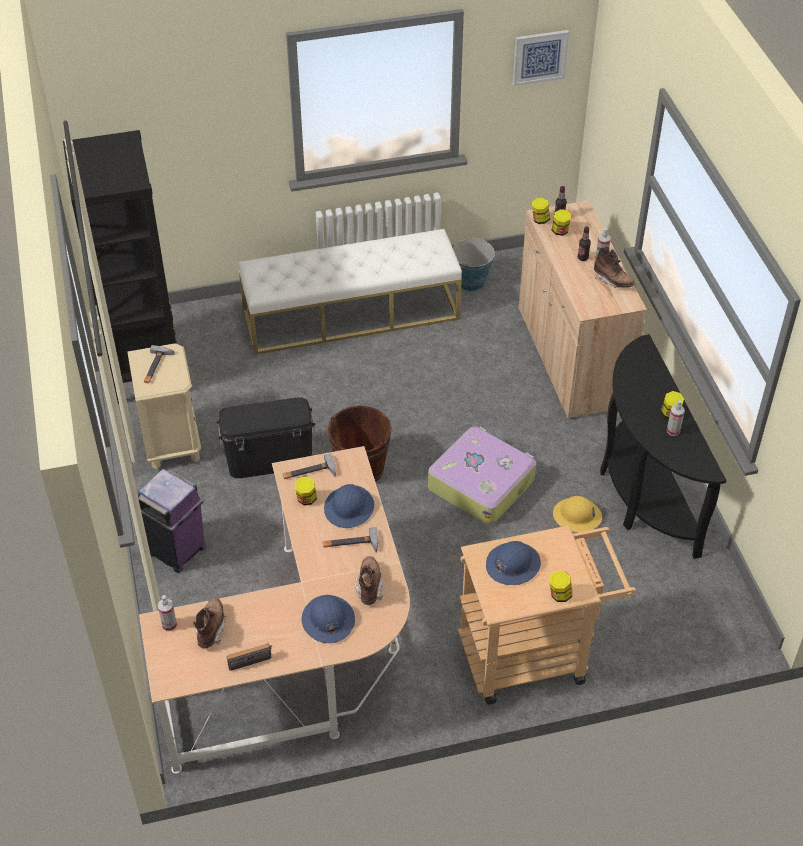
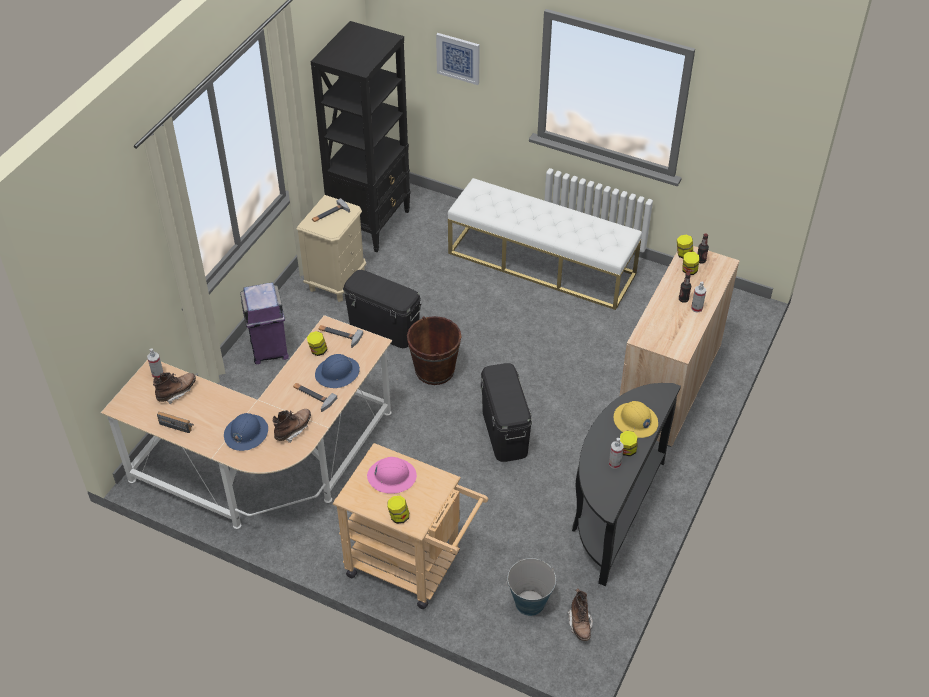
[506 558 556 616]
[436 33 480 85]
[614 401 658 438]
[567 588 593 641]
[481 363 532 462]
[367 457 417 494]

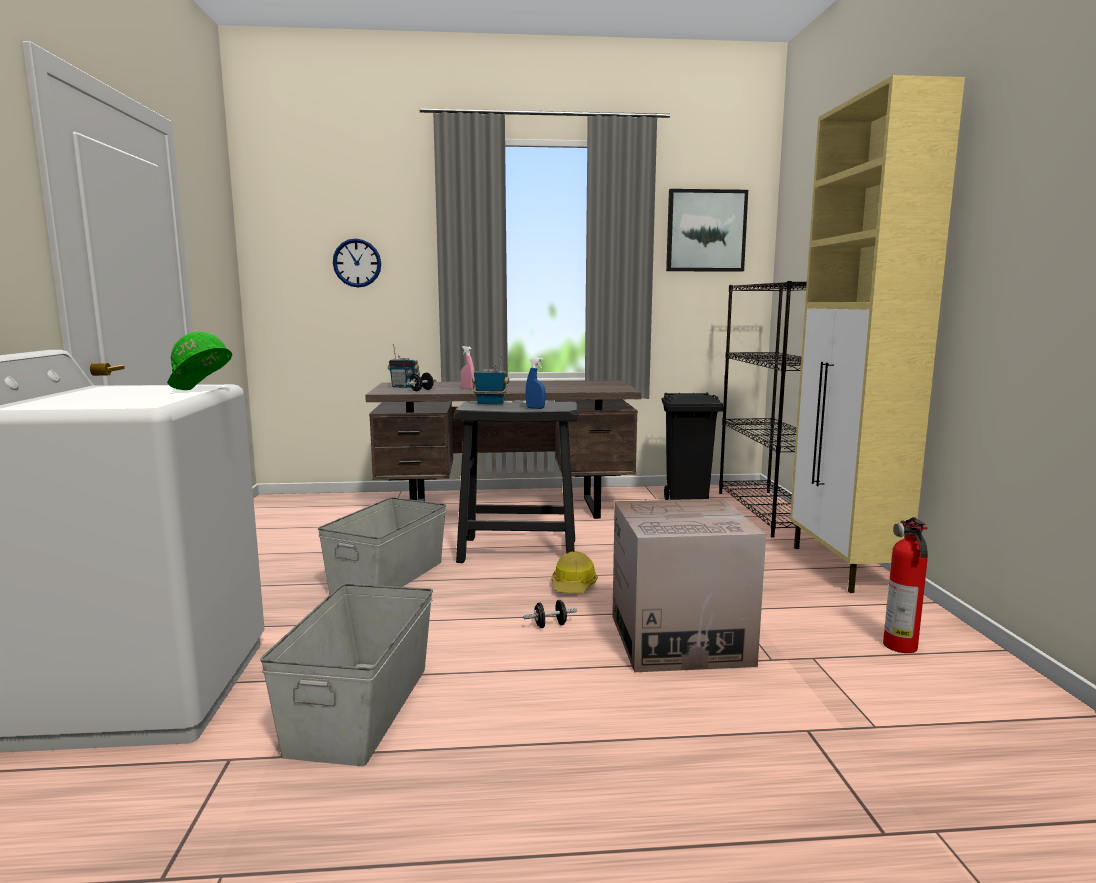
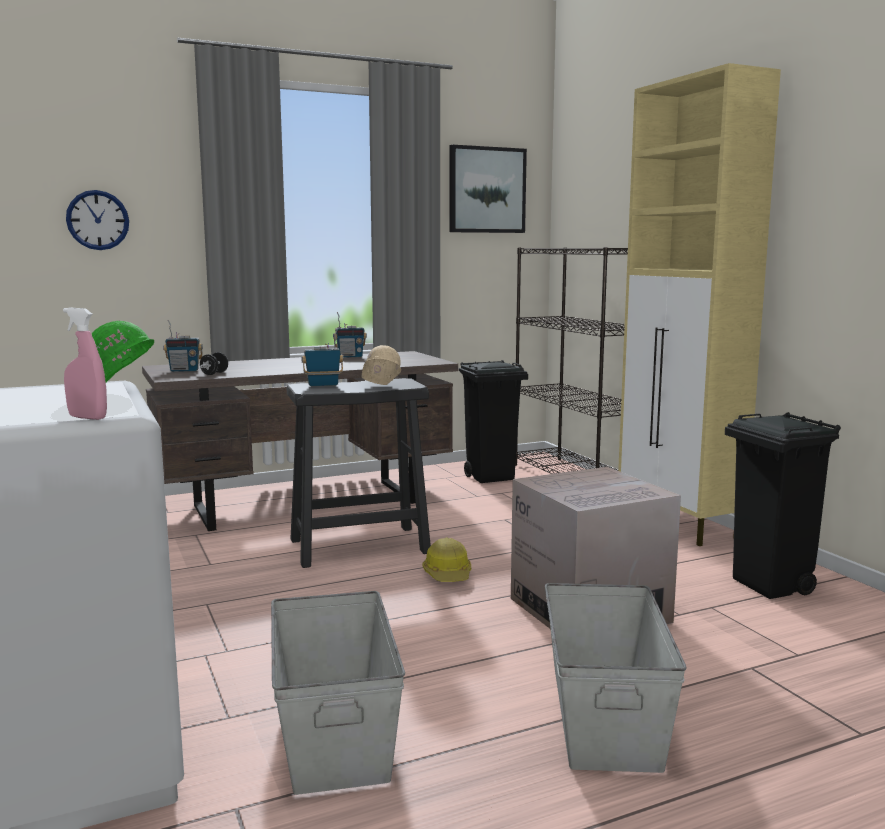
[524 600 577 628] (first image)
[333 312 367 358]
[545 583 687 773]
[63 307 107 420]
[362 345 401 385]
[725 412 841 599]

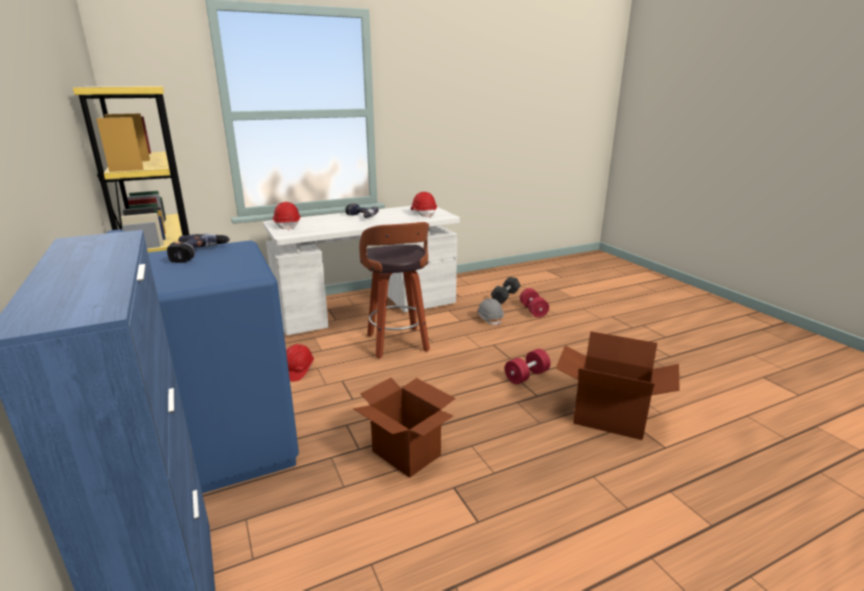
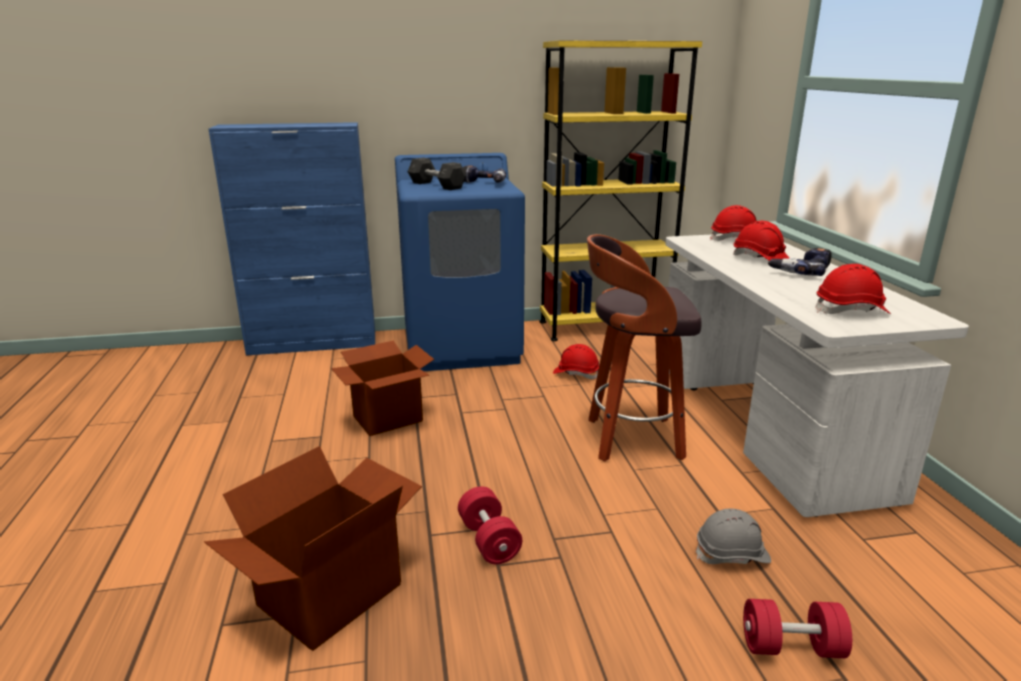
[733 221 789 261]
[408 158 466 190]

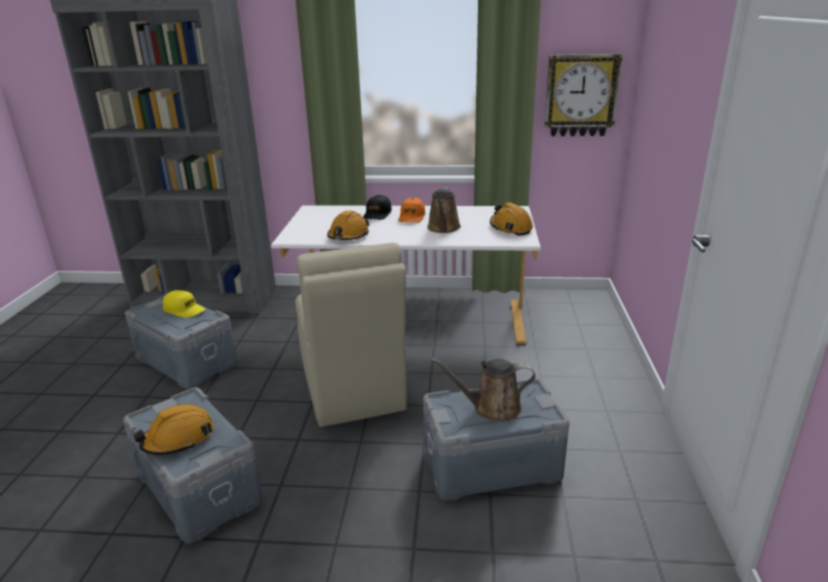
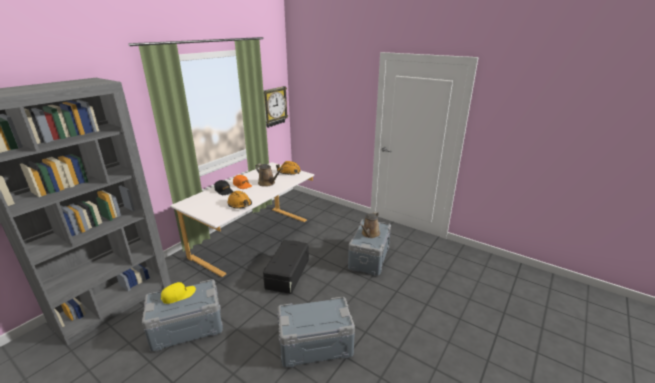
[133 404 214 455] (first image)
[263 240 309 294]

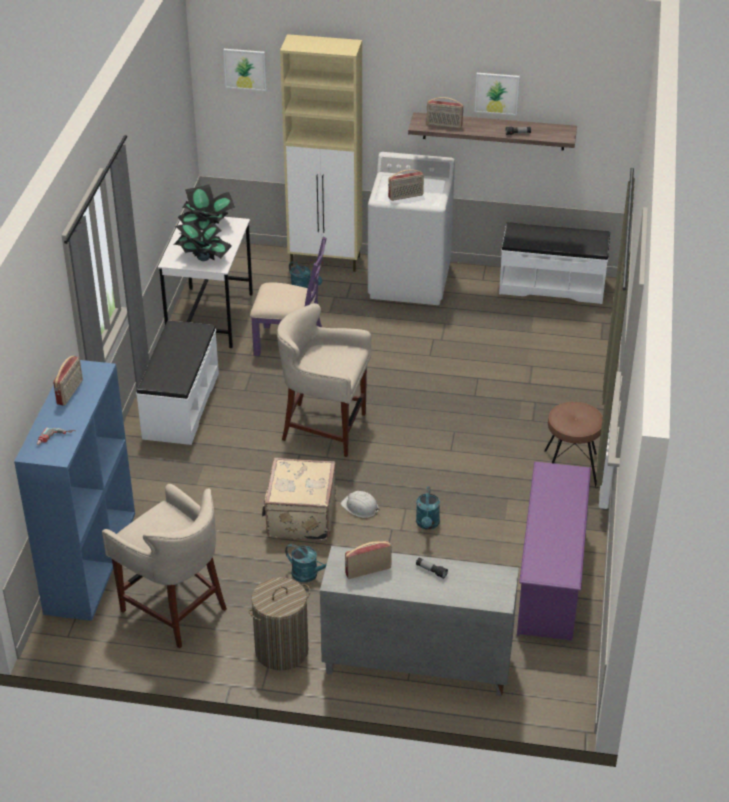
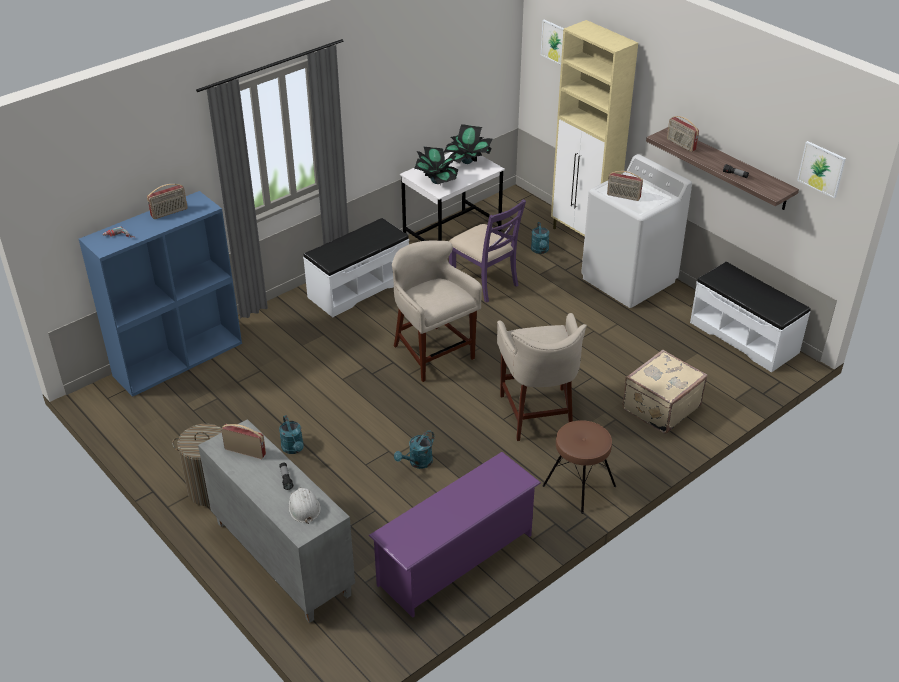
[497 313 587 441]
[623 349 708 434]
[289 487 321 524]
[797 141 846 198]

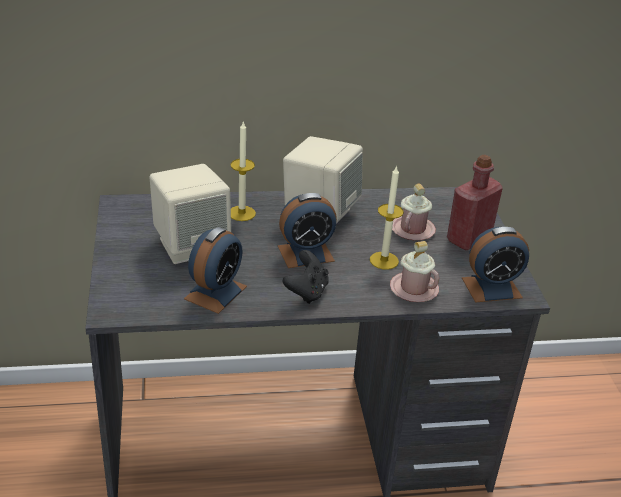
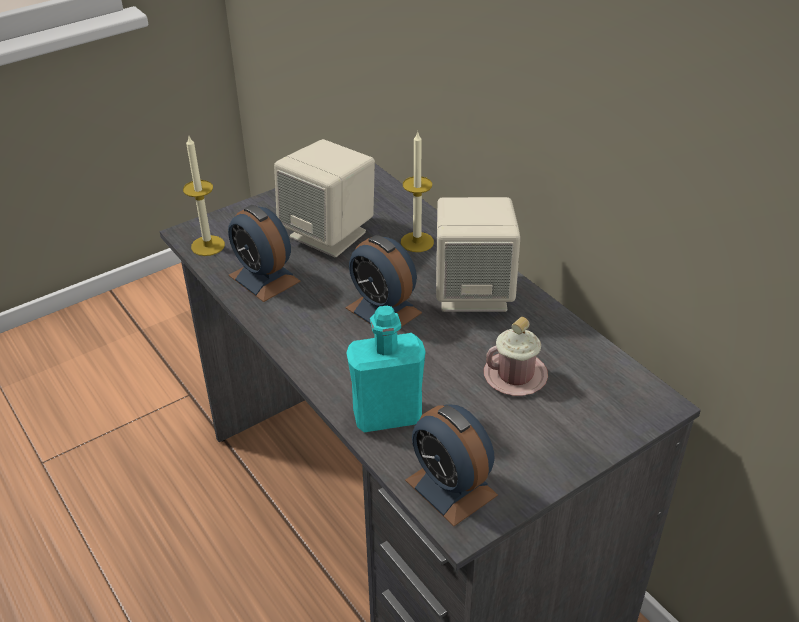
[283 250 329 304] (first image)
[447 155 503 250] (first image)
[183 136 225 256]
[346 306 426 433]
[228 205 301 302]

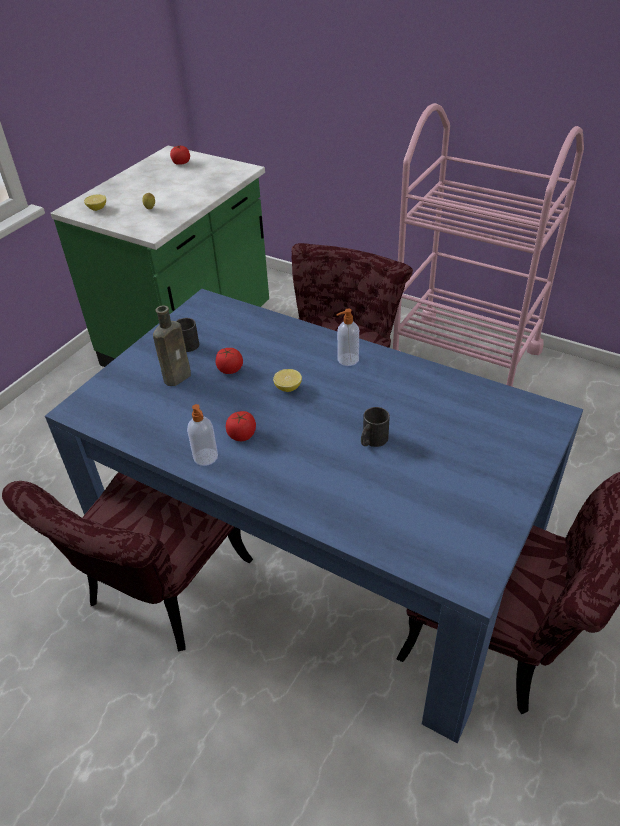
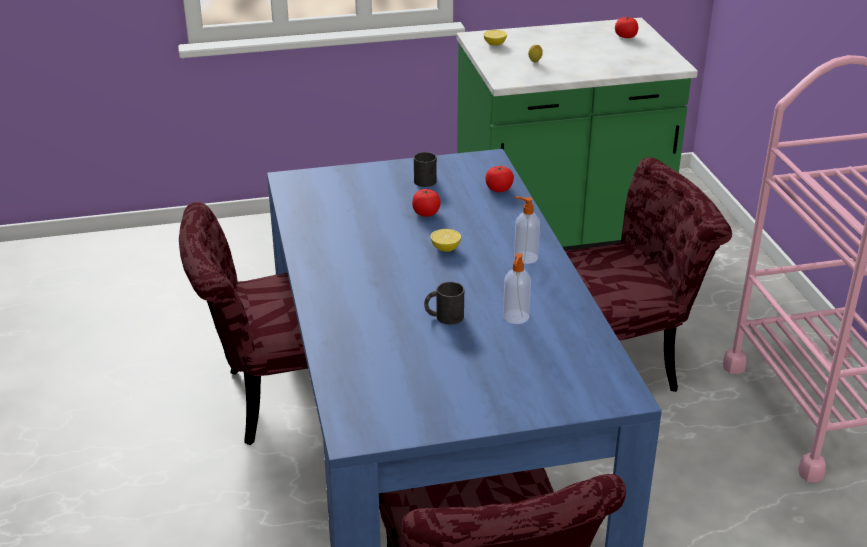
[153 306 191 386] (first image)
[503 253 531 324]
[485 166 514 192]

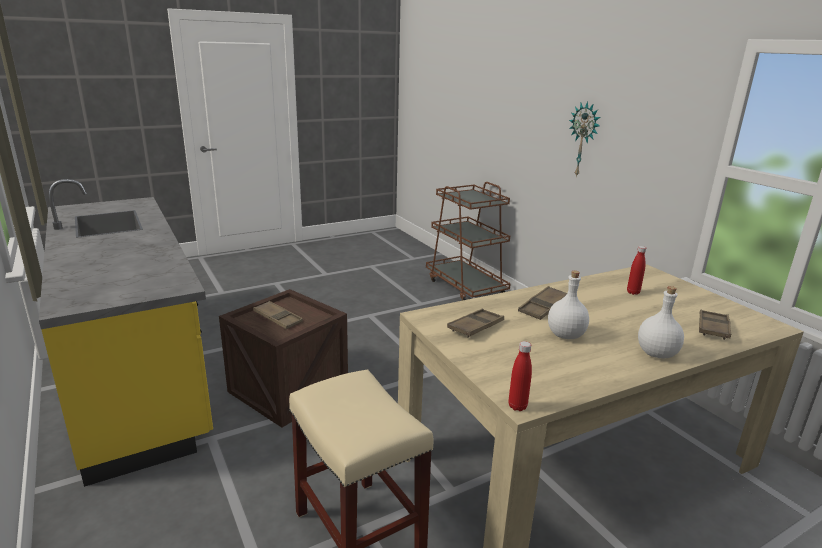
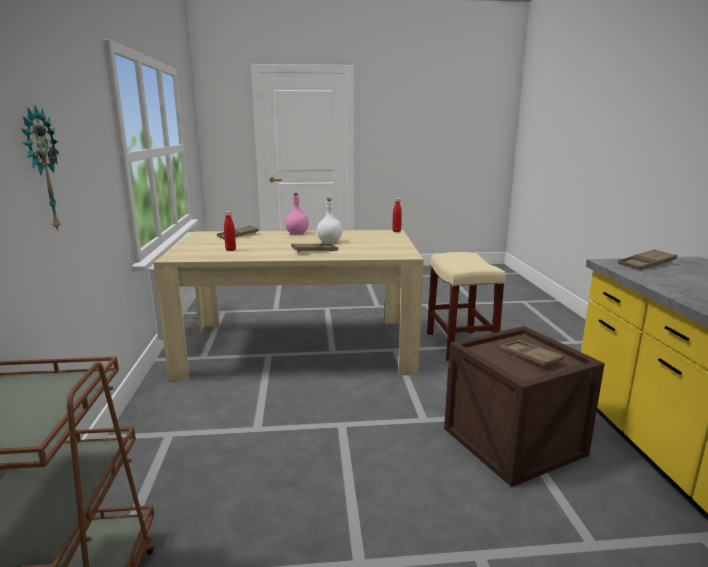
[618 249 677 270]
[285 193 309 234]

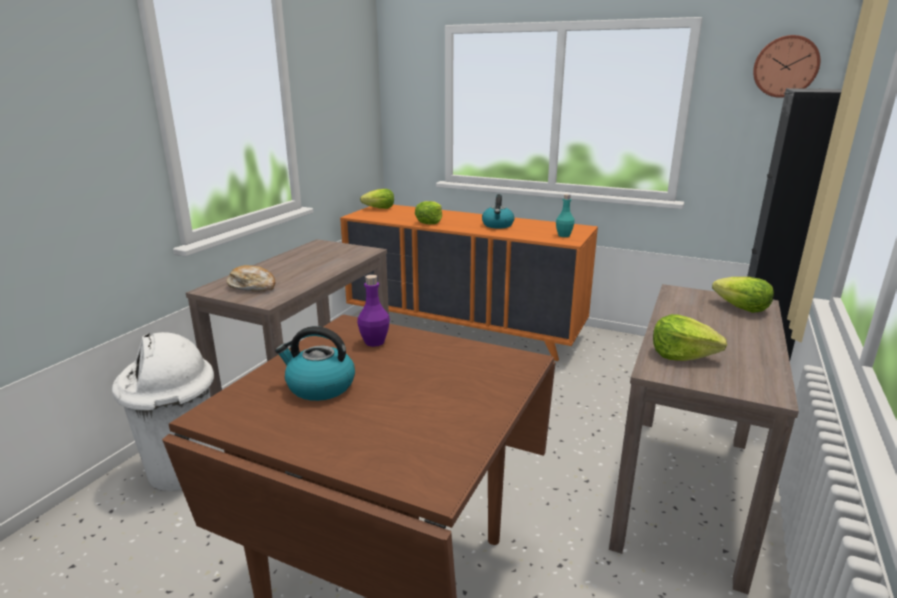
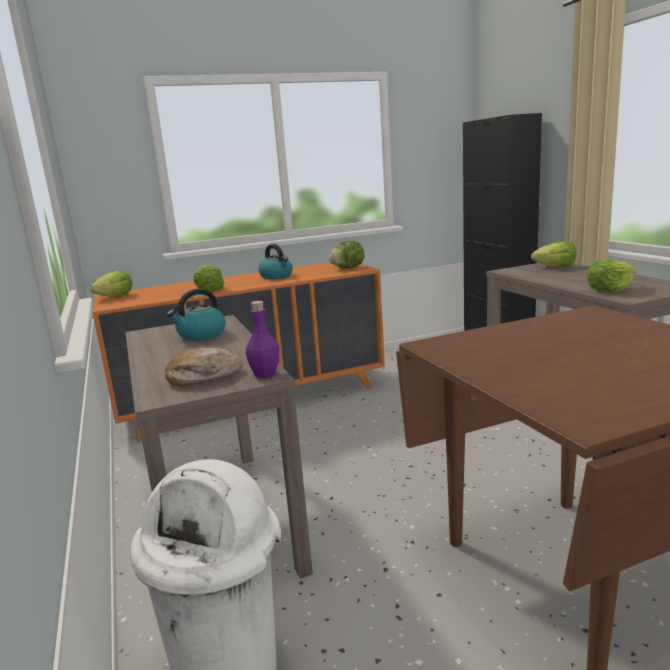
[753 35 820 98] (first image)
[167 288 226 341]
[246 301 279 378]
[328 241 365 268]

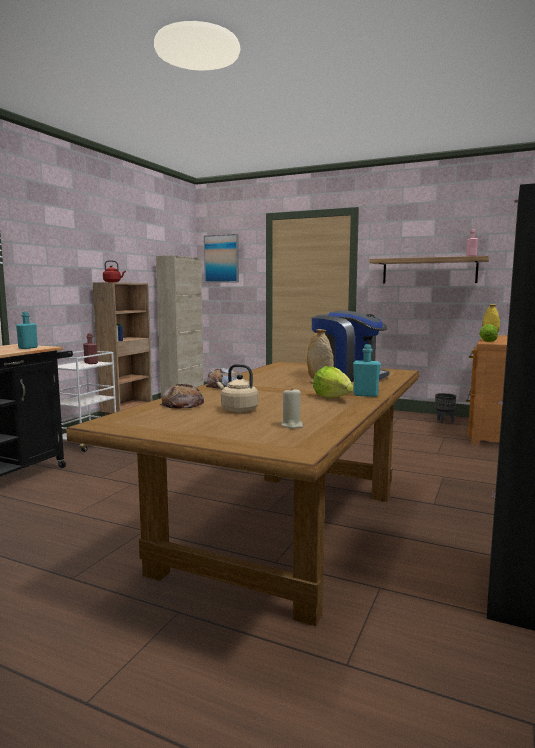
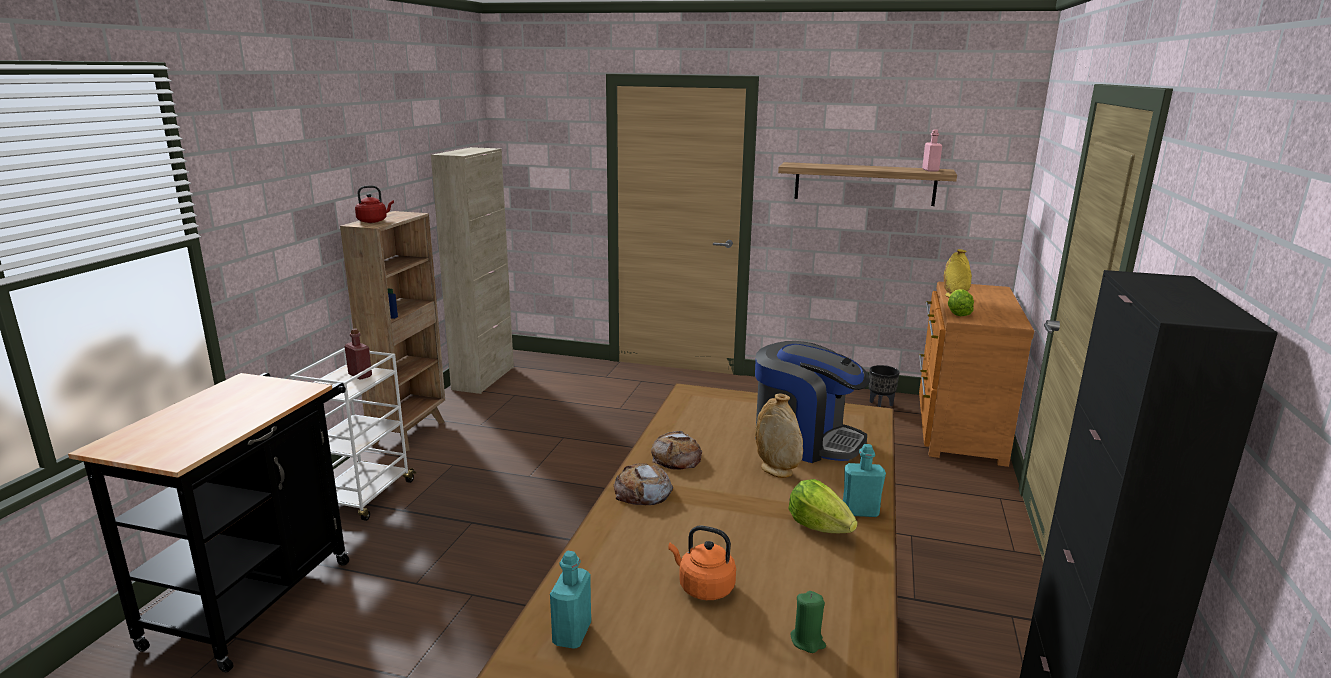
[204 234 239 283] (first image)
[550 551 591 649]
[651 431 702 470]
[668 525 736 600]
[790 591 826 653]

